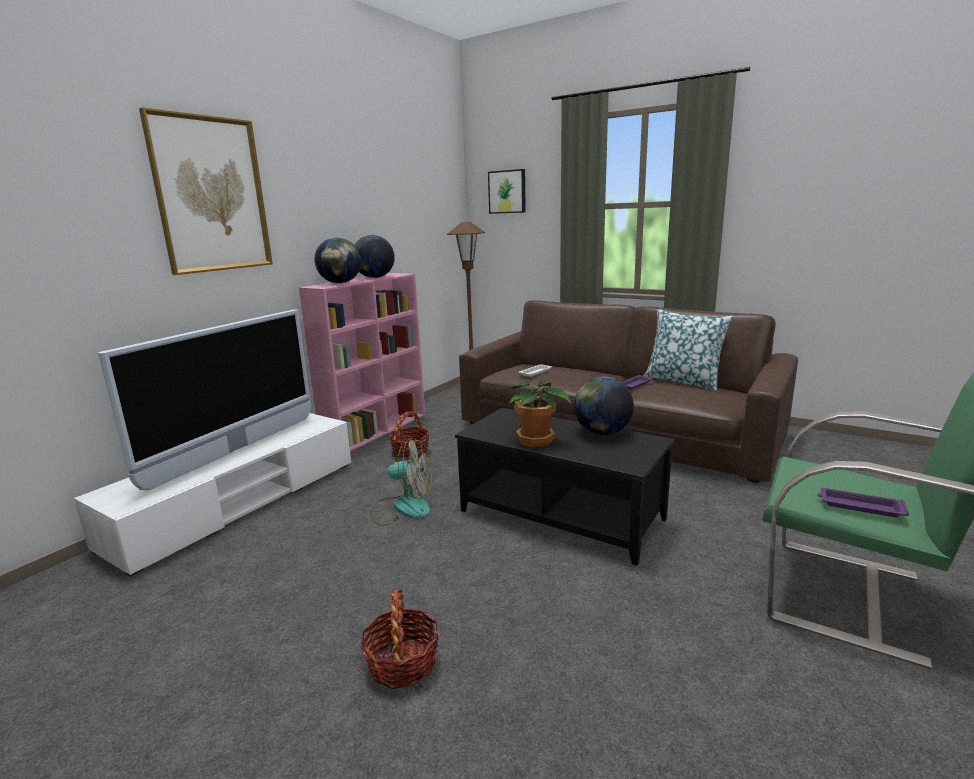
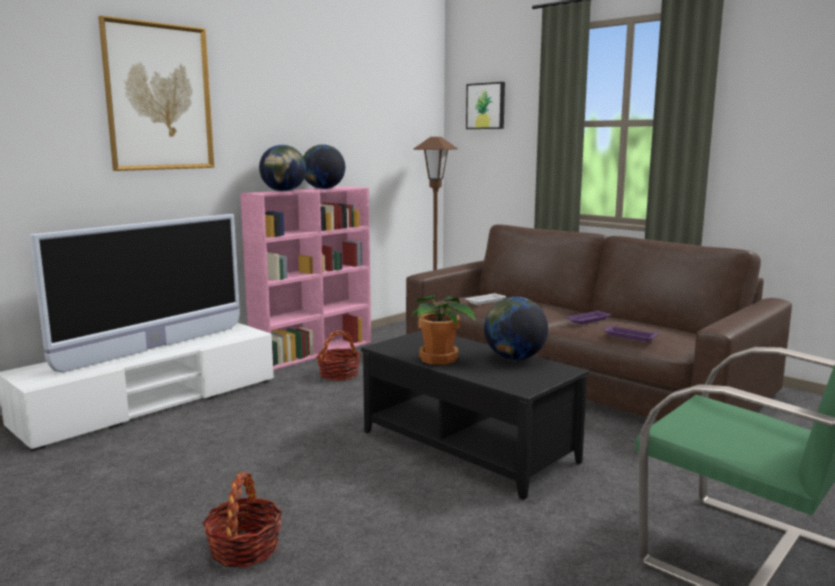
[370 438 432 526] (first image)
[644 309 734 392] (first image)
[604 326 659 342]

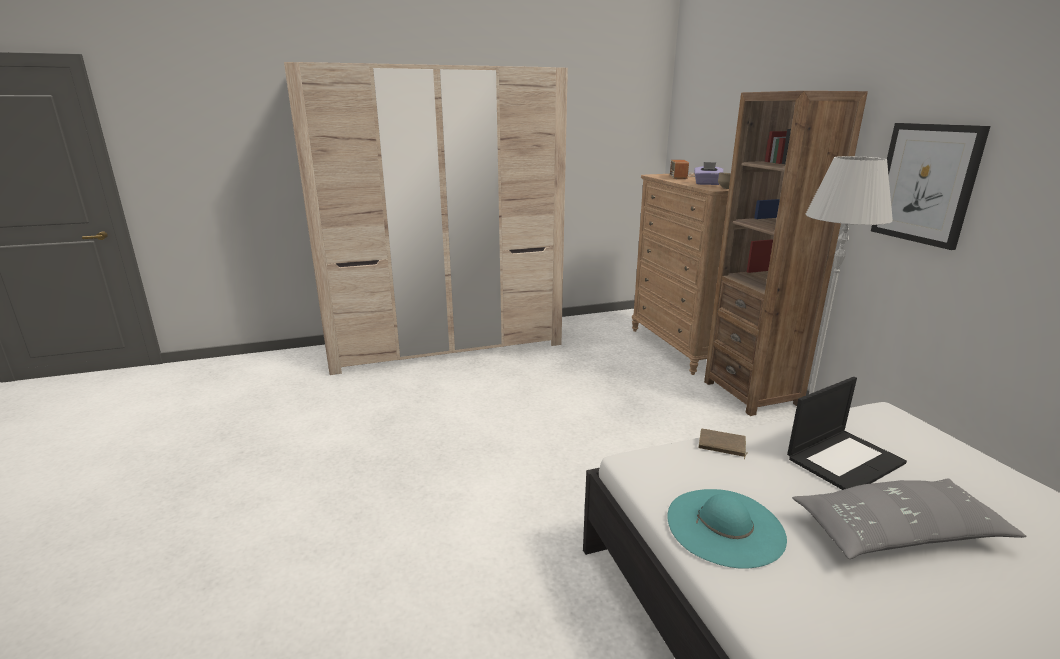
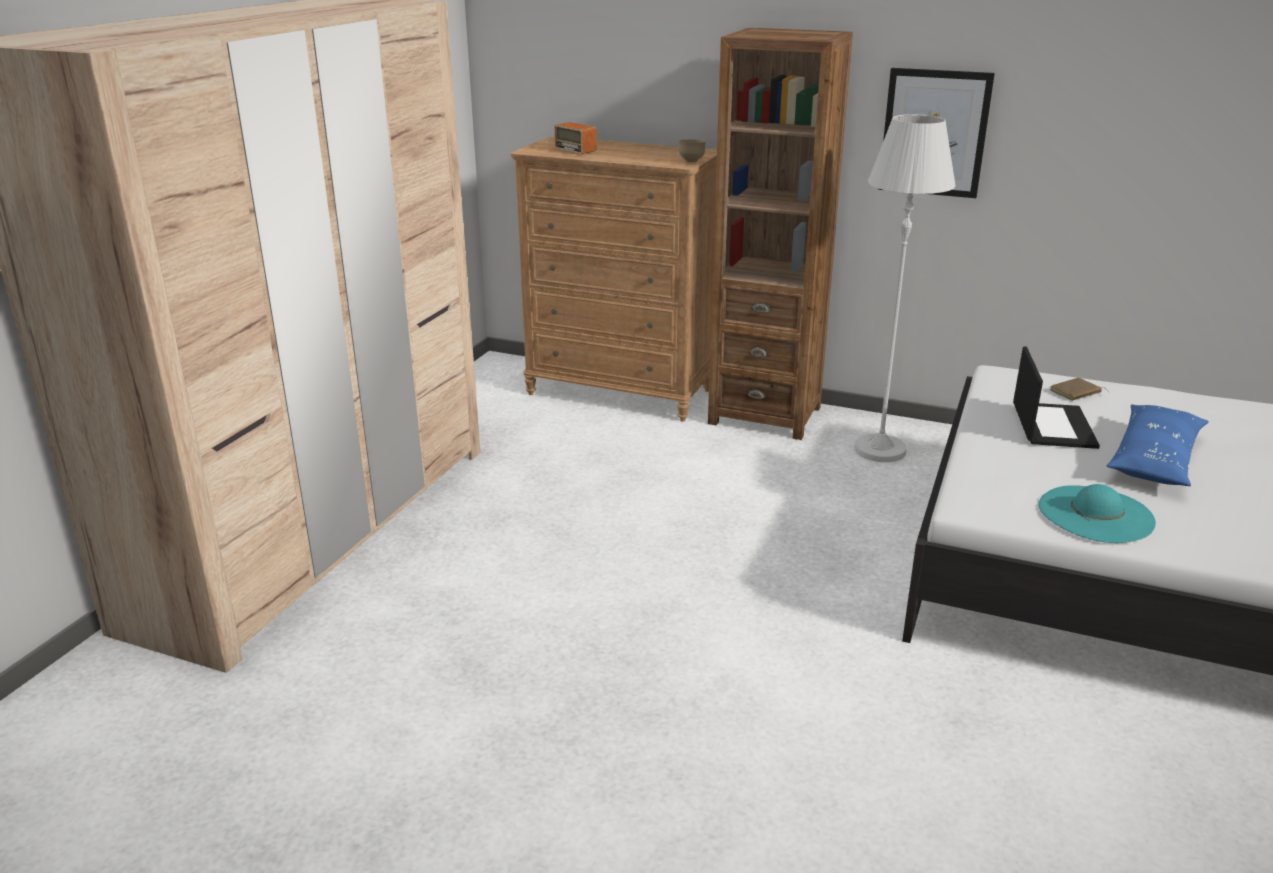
[694 162 723 185] (first image)
[1050 377 1109 401]
[1107 404 1209 486]

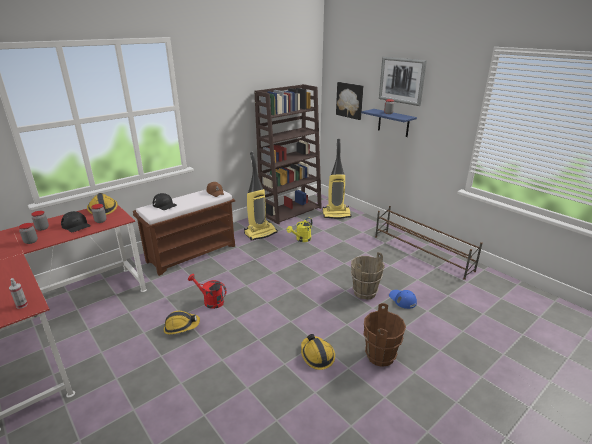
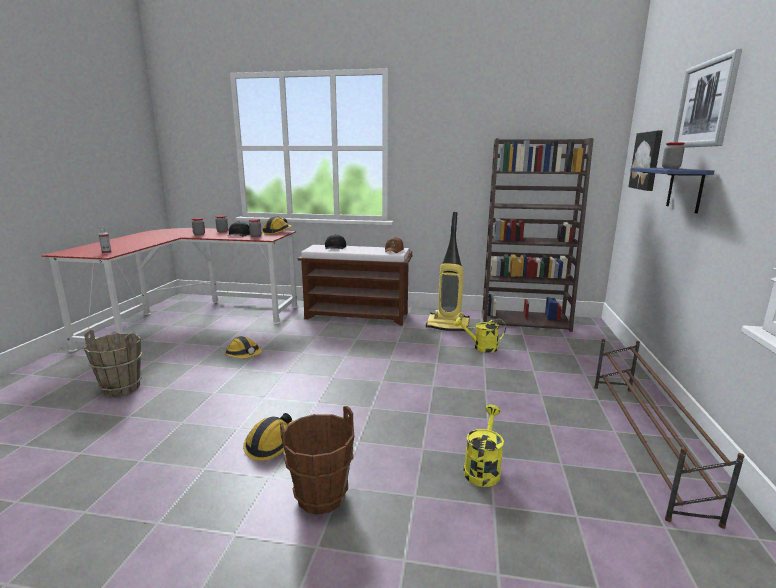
[188 274 227 309] (first image)
[323 139 351 219] (first image)
[84 330 142 397]
[463 405 504 487]

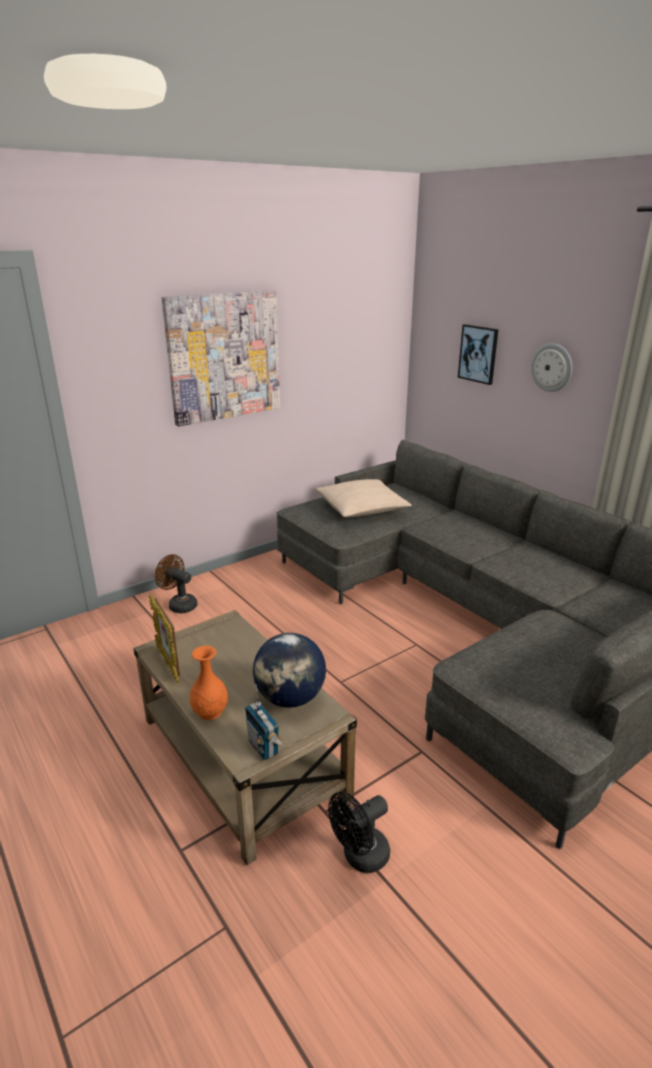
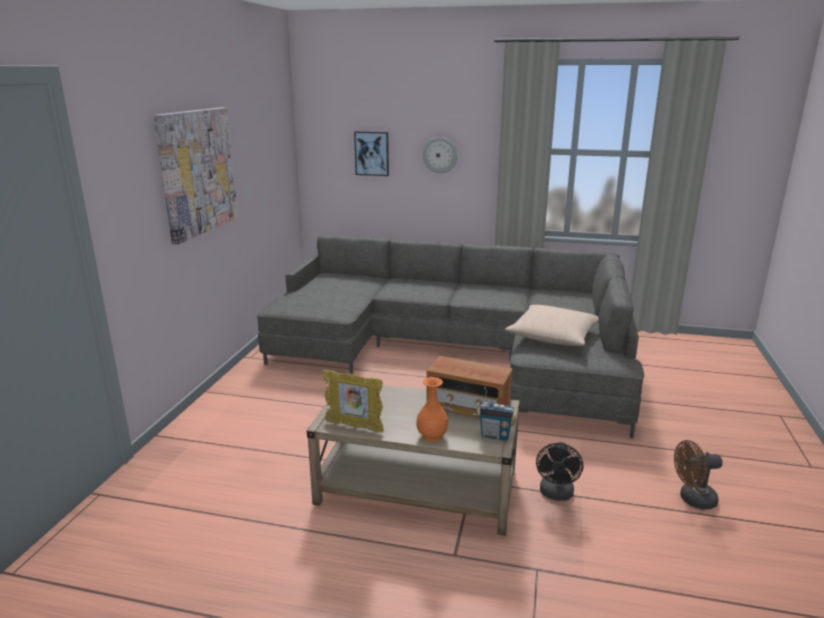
[674 440 723 509]
[505 305 599 346]
[426 356 513 418]

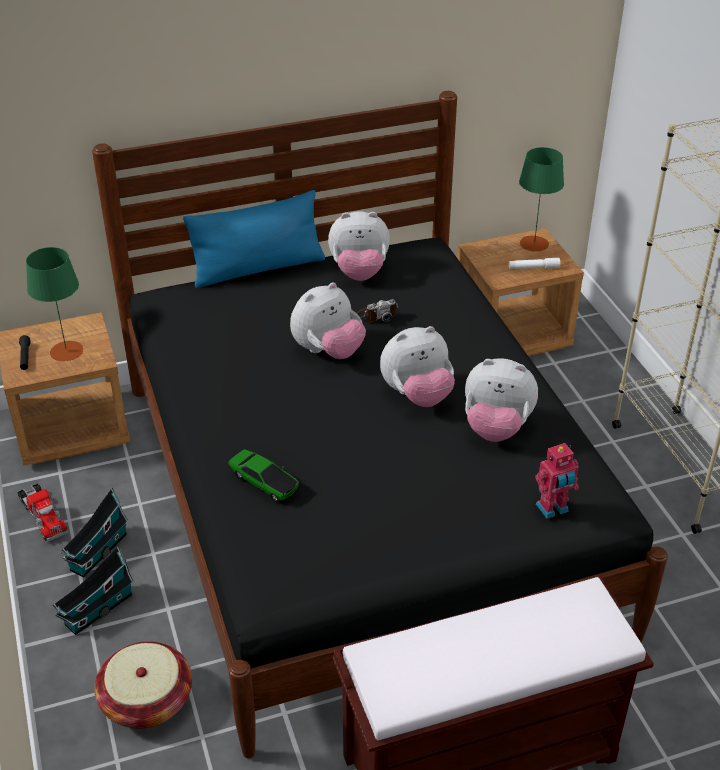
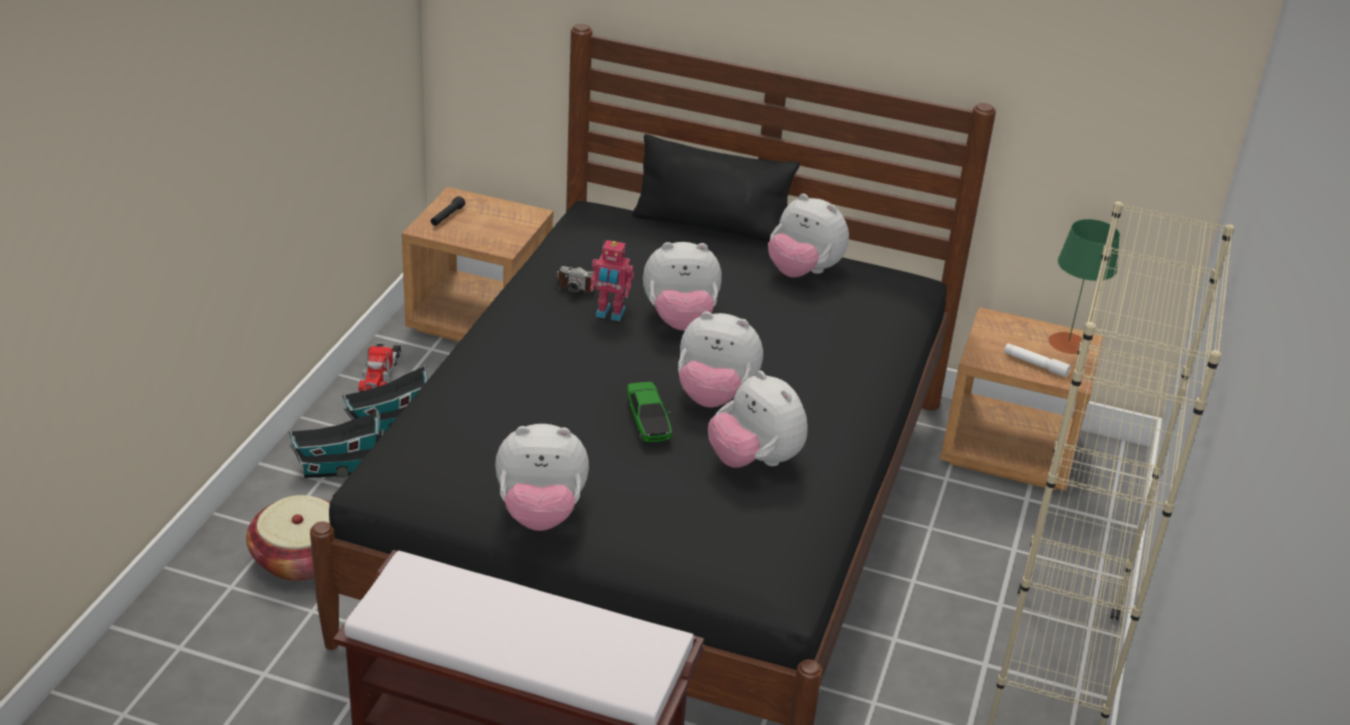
[26 247 84 361] (first image)
[495 424 589 531]
[627 382 672 442]
[554 266 595 293]
[590 240 634 321]
[633 134 800 242]

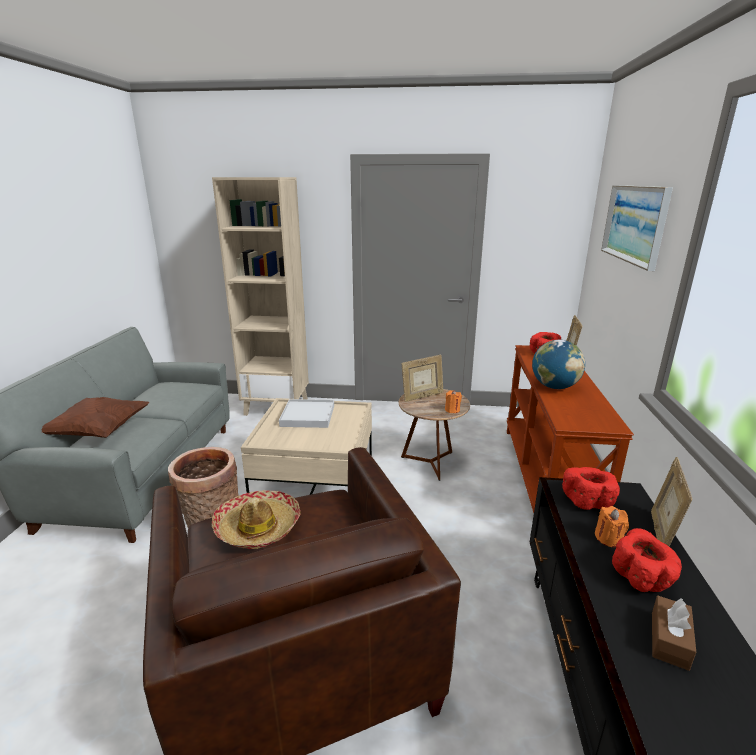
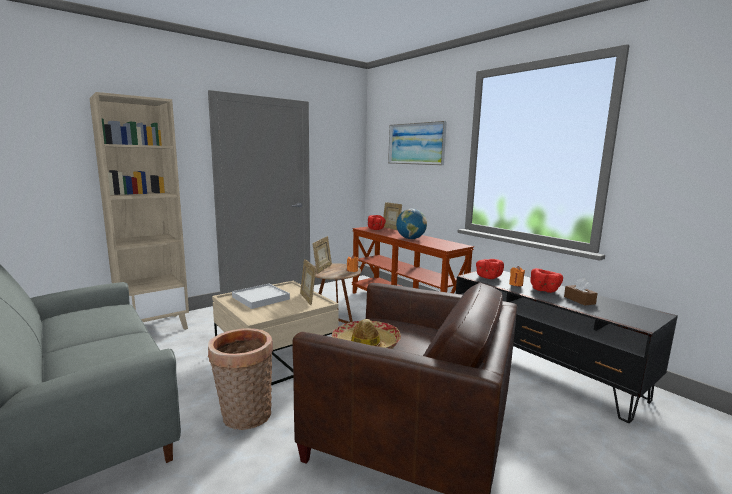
[42 397 149 438] (first image)
[300 259 316 305]

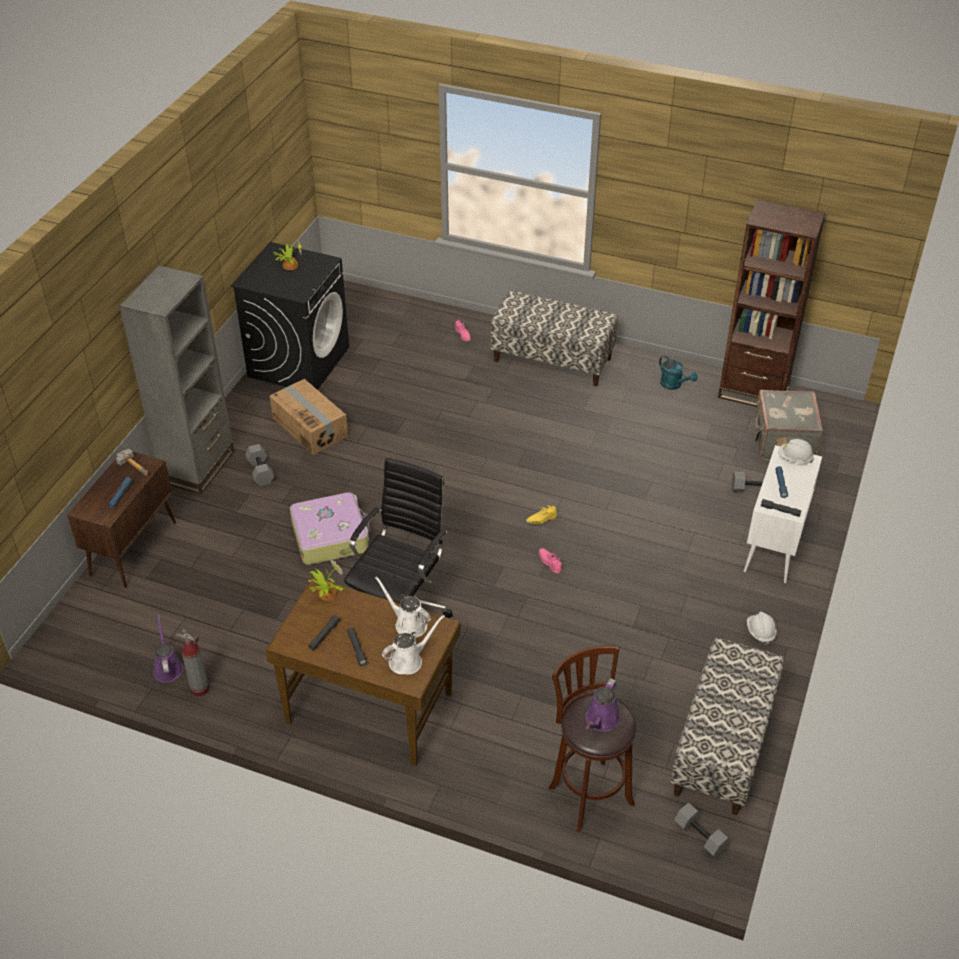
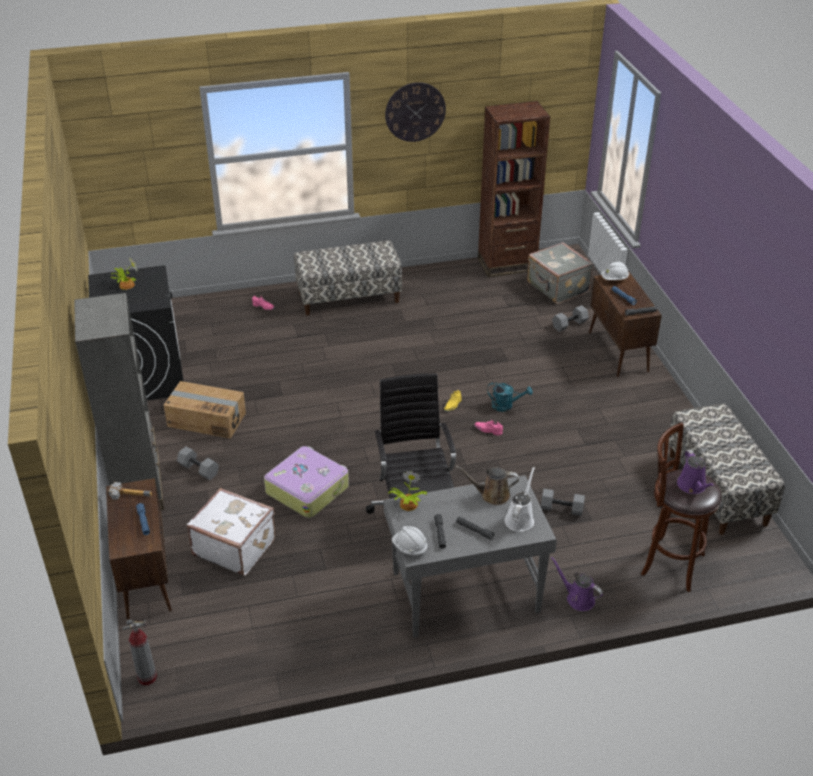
[187 488 275 576]
[385 82 446 142]
[550 556 603 611]
[123 620 157 685]
[487 382 533 412]
[541 489 585 516]
[392 526 428 557]
[384 475 557 638]
[455 466 519 505]
[589 271 662 377]

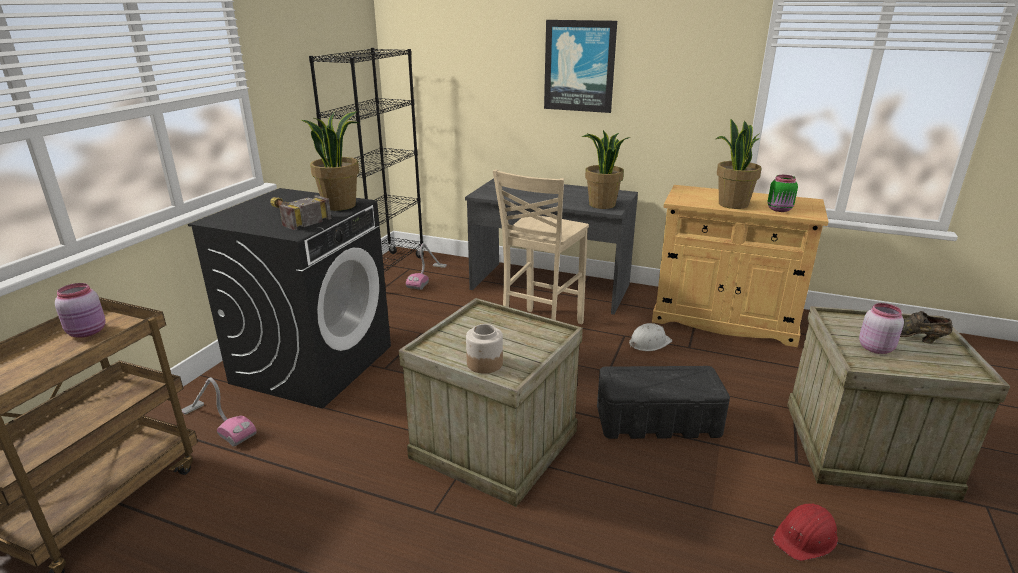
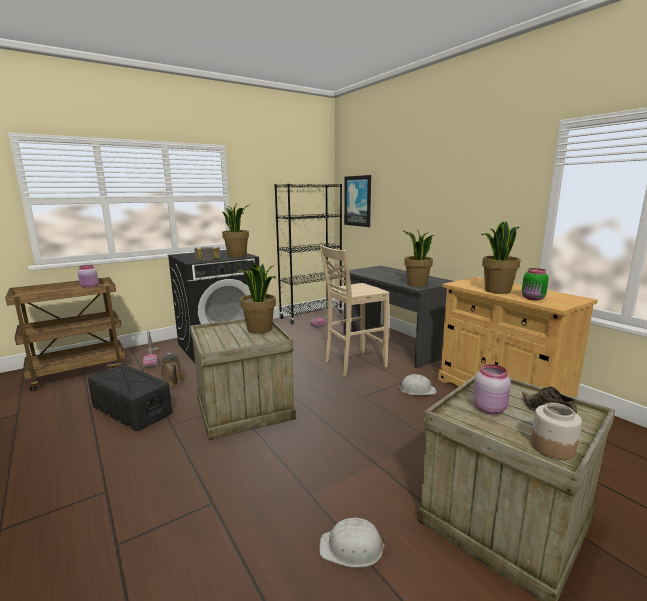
[161 352 186 386]
[237 263 276 334]
[531 403 582 460]
[344 175 371 227]
[88 364 172 431]
[319 518 387 568]

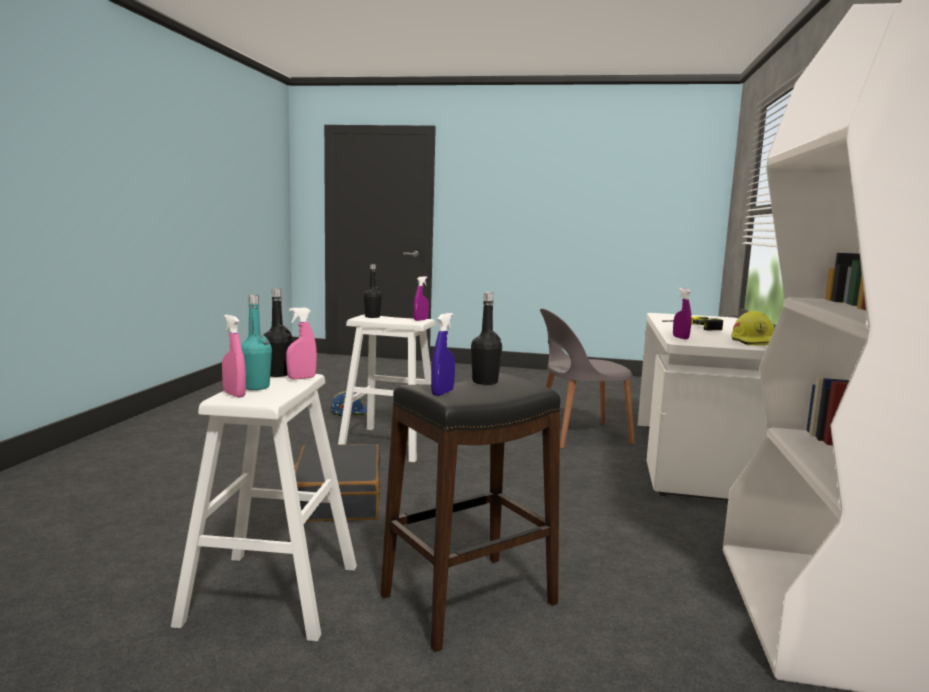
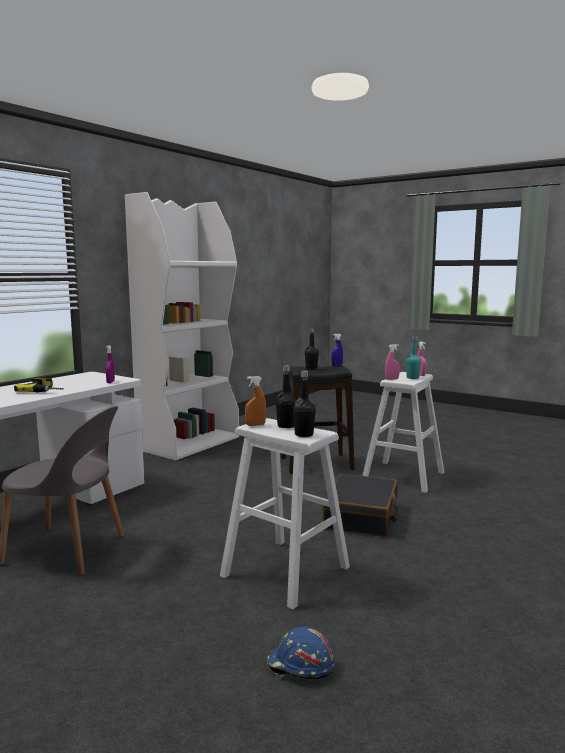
[731 311 774 346] (first image)
[276 365 297 428]
[245 376 266 426]

